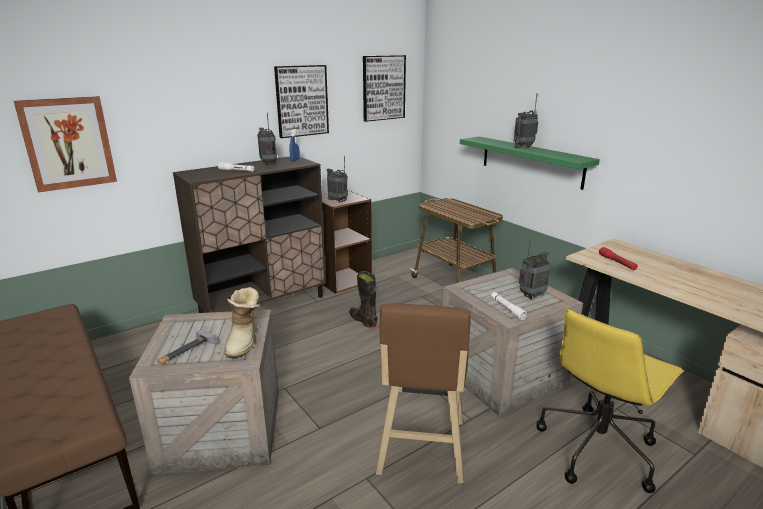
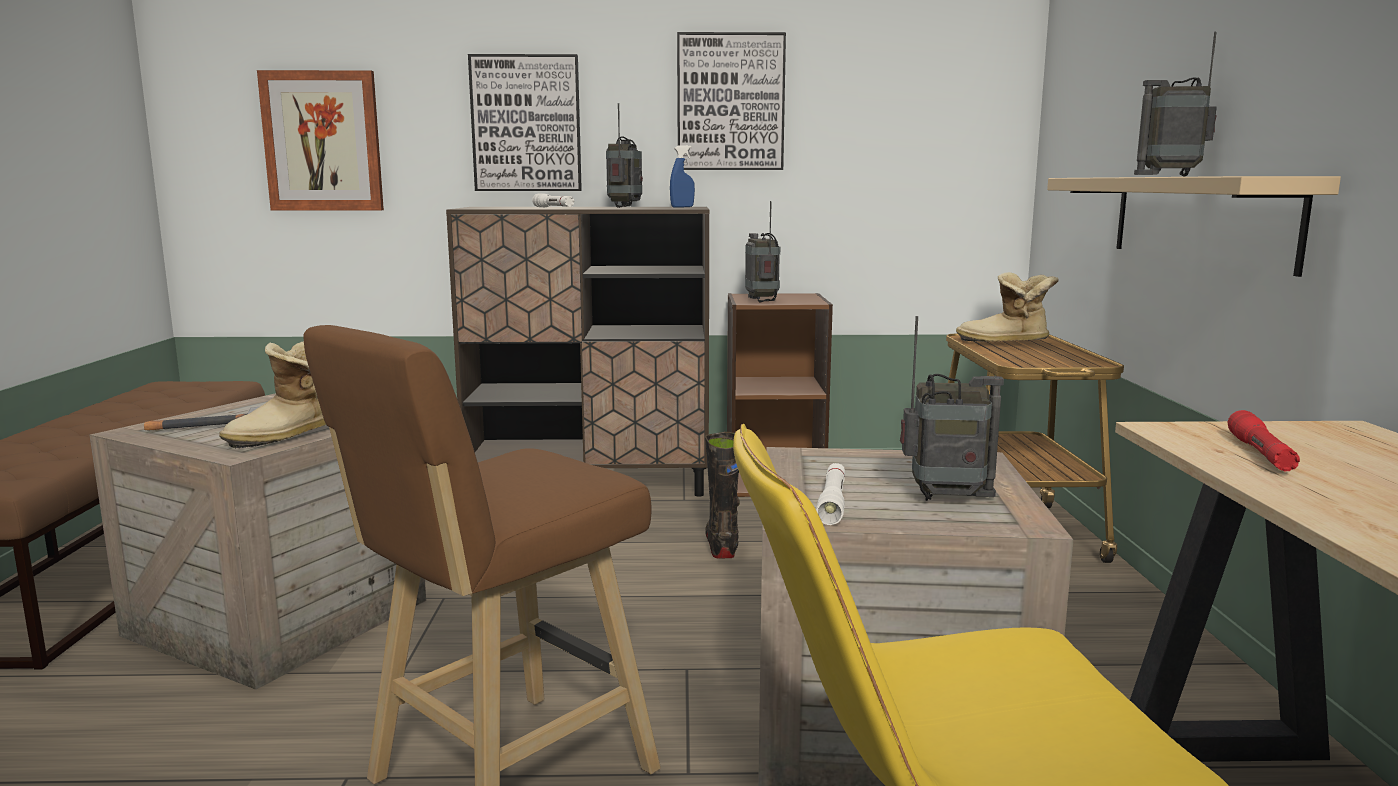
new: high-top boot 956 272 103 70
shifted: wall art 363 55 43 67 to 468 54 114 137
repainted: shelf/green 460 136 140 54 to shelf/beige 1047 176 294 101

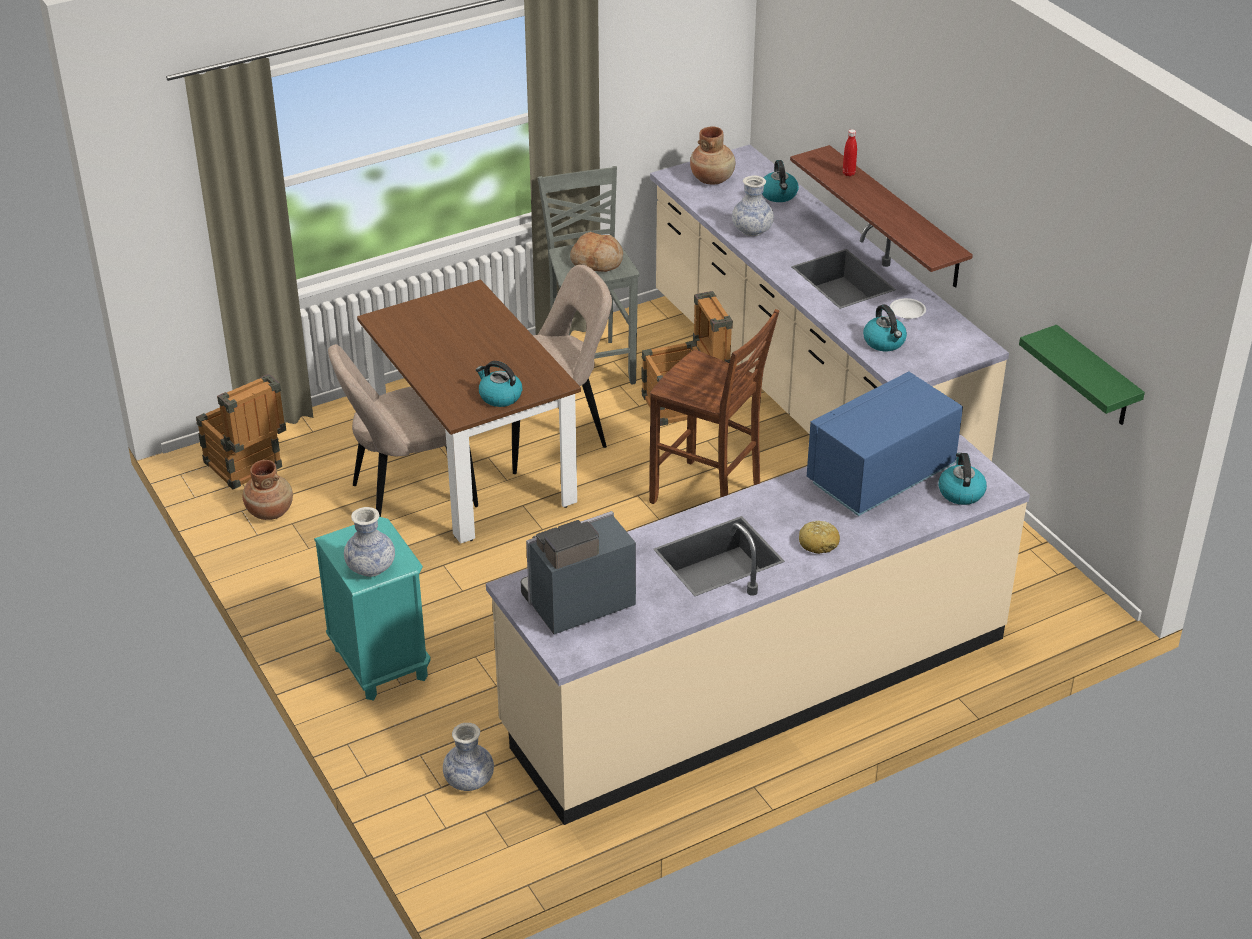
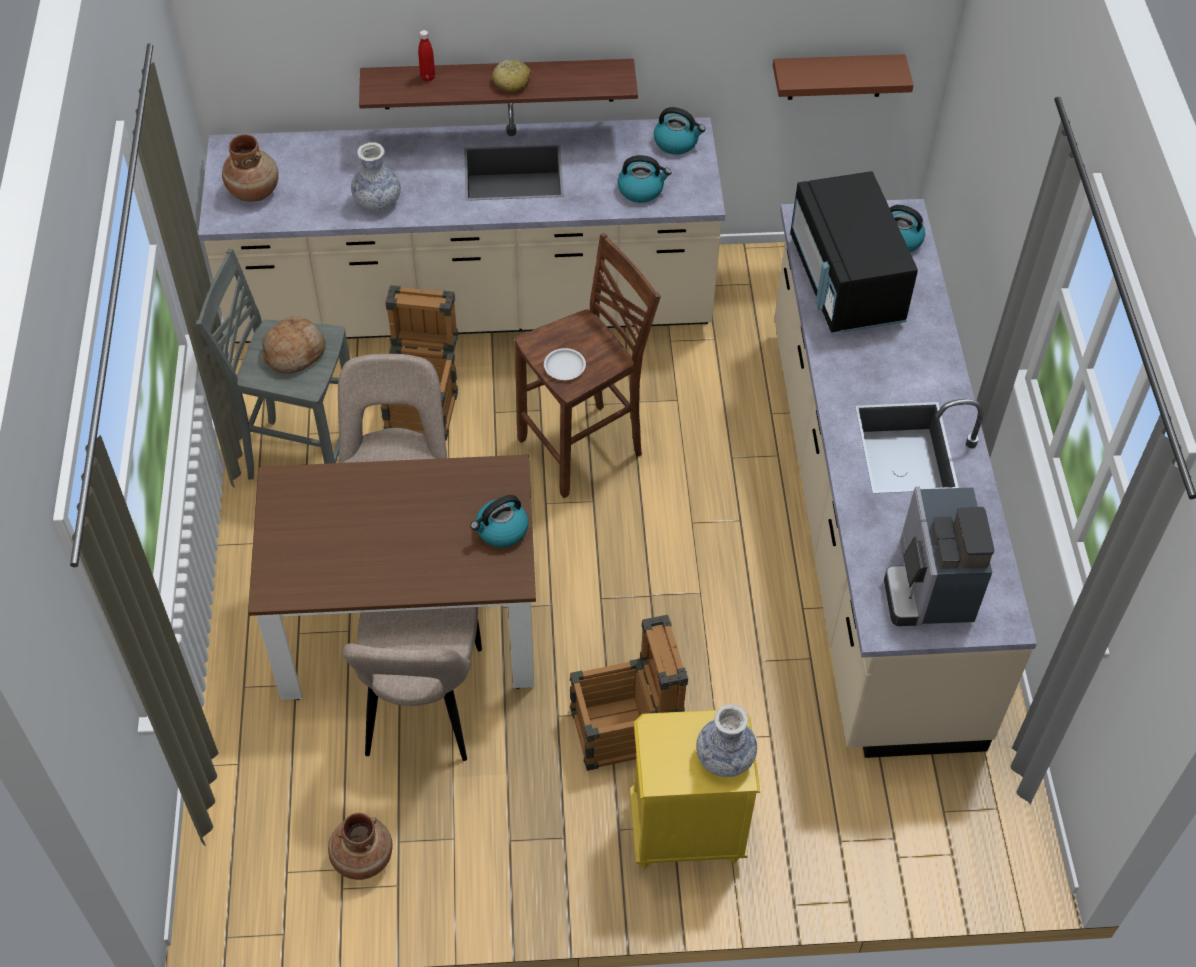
gone: decorative vase 443 723 51 68
shifted: tea kettle 762 160 37 42 to 653 107 53 48; flat dish/whitish 890 298 36 21 to 544 348 42 32; crate 196 374 90 116 to 570 615 118 156; baked bread 799 521 41 33 to 492 60 39 32
repainted: shelf/green 1019 325 126 100 to shelf/brown-coloured 773 54 141 46; microwave oven/blue-coloured 807 372 156 144 to microwave oven/black-coloured 790 171 128 162; nightstand/turquoise-coloured 314 517 117 184 to nightstand/yellow-coloured 630 710 130 158

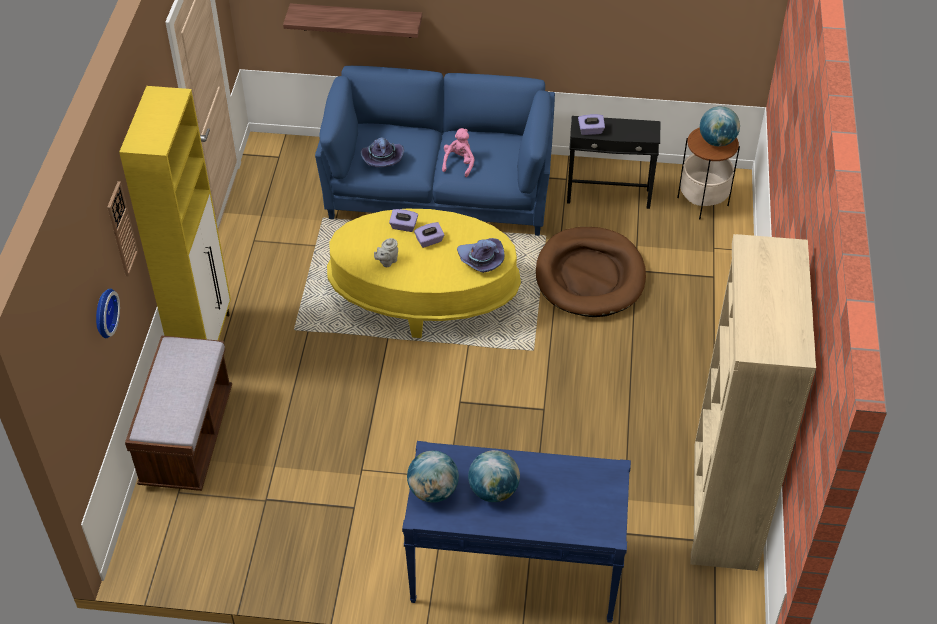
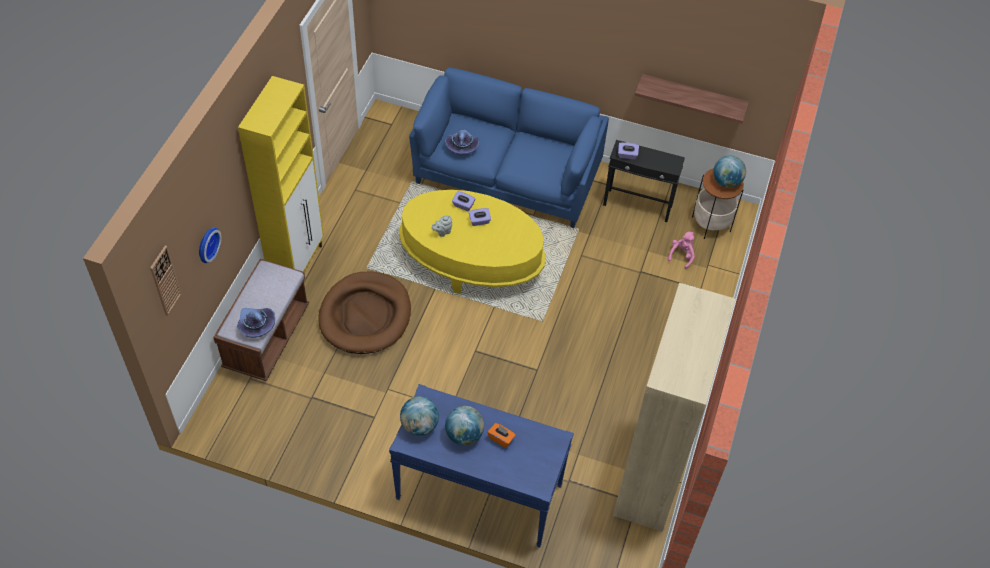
new: box of tissues/orangey 487 423 29 25
shifted: shelf 283 3 139 35 to 635 74 114 50; plush toy/pink 442 128 33 49 to 667 232 28 37; wall clock 107 181 31 96 to 150 245 32 71; pet bed/brown-coloured 536 227 110 90 to 318 272 93 82; hat/purple-coloured 457 238 47 35 to 237 308 38 30

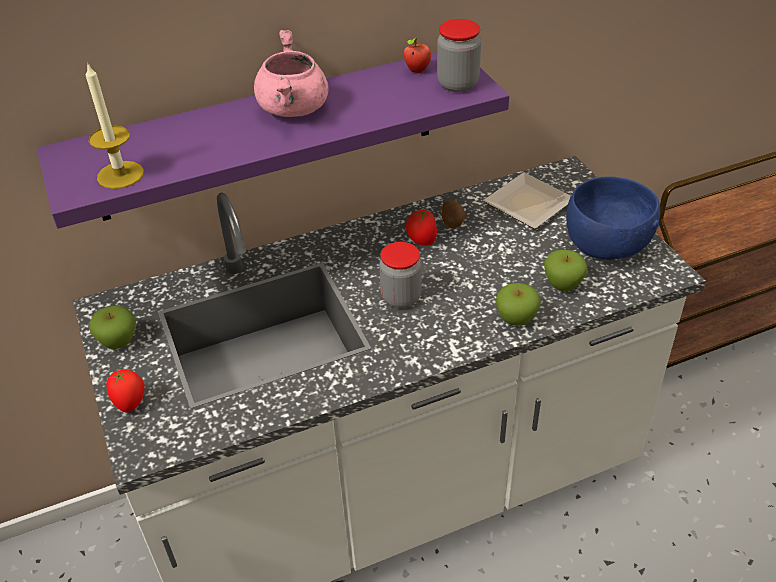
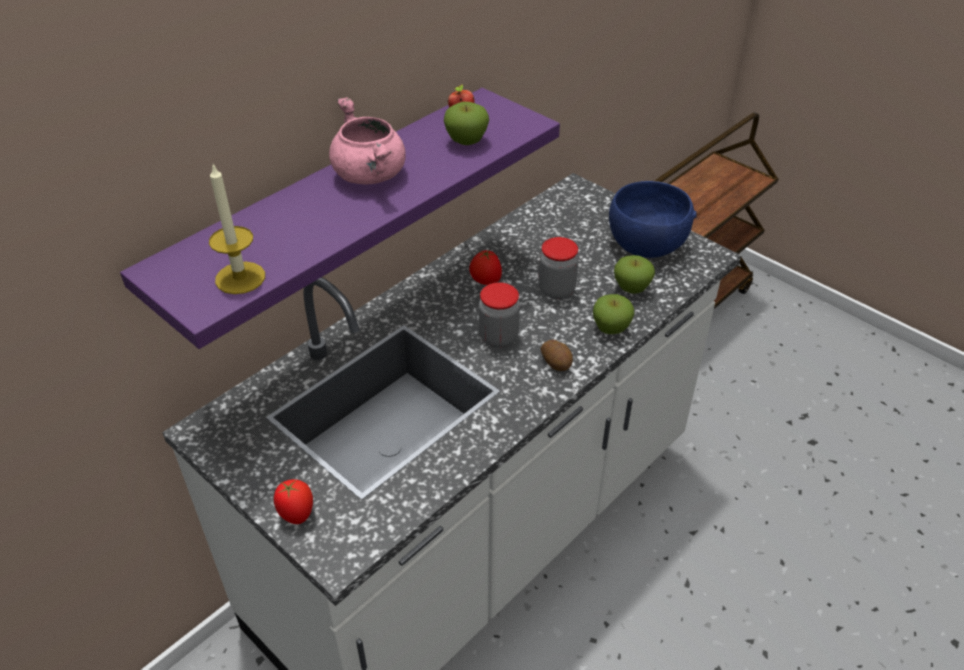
gone: flat dish 483 173 88 56
shifted: jar 437 19 44 73 to 538 237 41 62; potato 442 200 23 28 to 541 340 32 31; apple 89 305 47 44 to 444 102 45 43

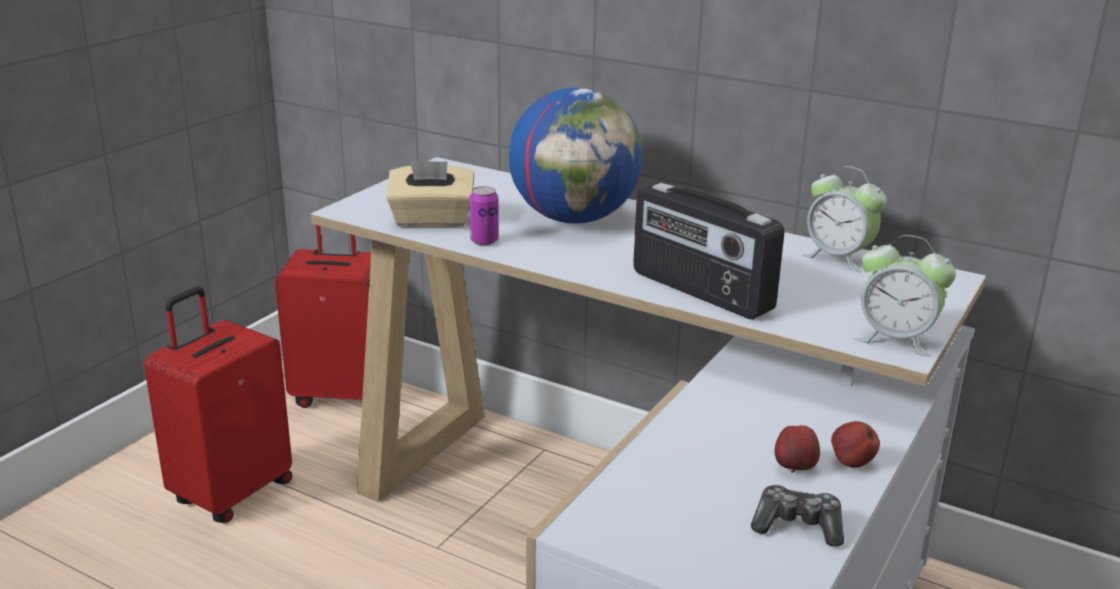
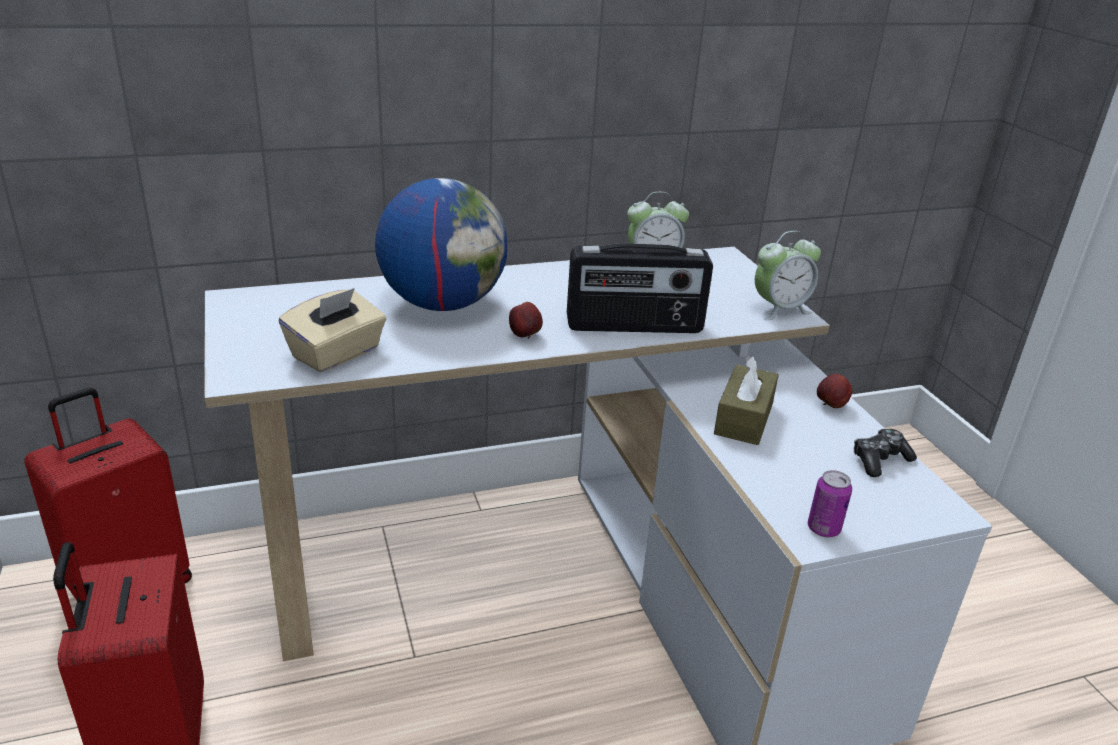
new: box of tissues/brown-coloured 714 355 65 90
shifted: metal can 469 186 30 59 to 808 470 44 67; apple 775 425 45 48 to 509 302 34 37

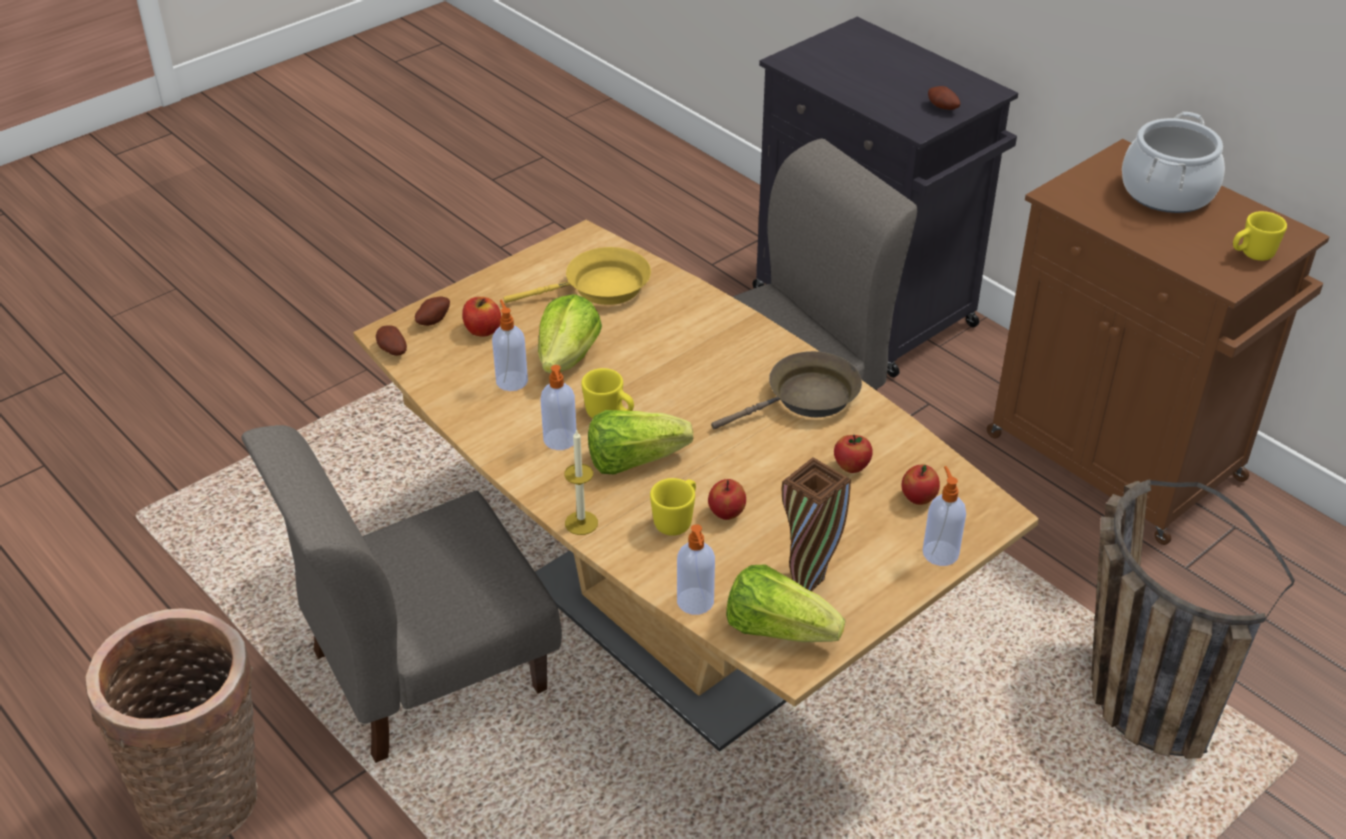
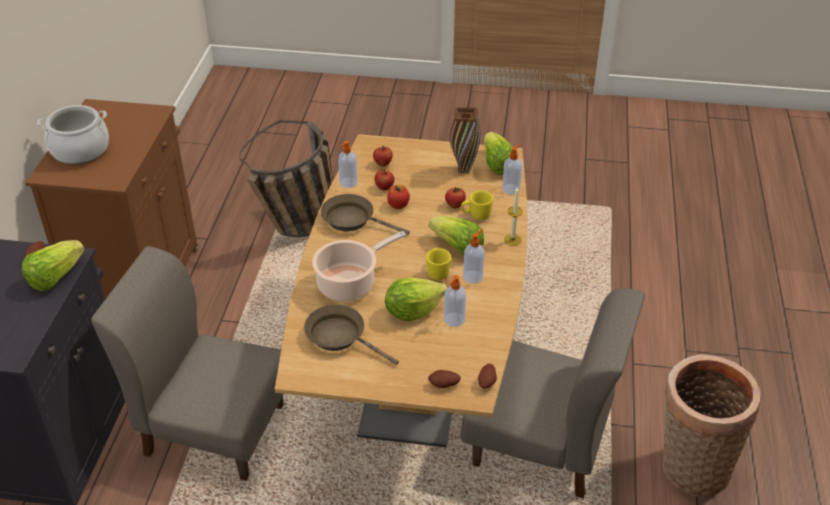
gone: tea mug/yellow-coloured 1233 211 54 50
new: cooking pot 312 231 94 71; lettuce head 22 240 63 51
shifted: apple 462 297 39 40 to 387 185 23 24; soap dispenser 923 466 43 100 to 338 141 20 47
repainted: frying pan/yellow-coloured 503 247 148 58 to frying pan/brown-coloured 304 305 95 60

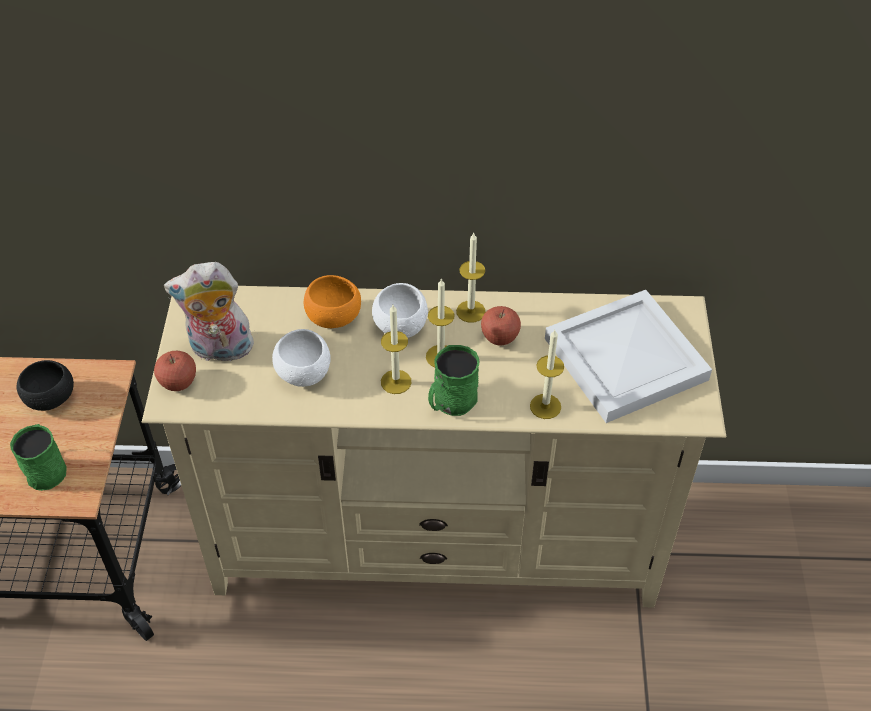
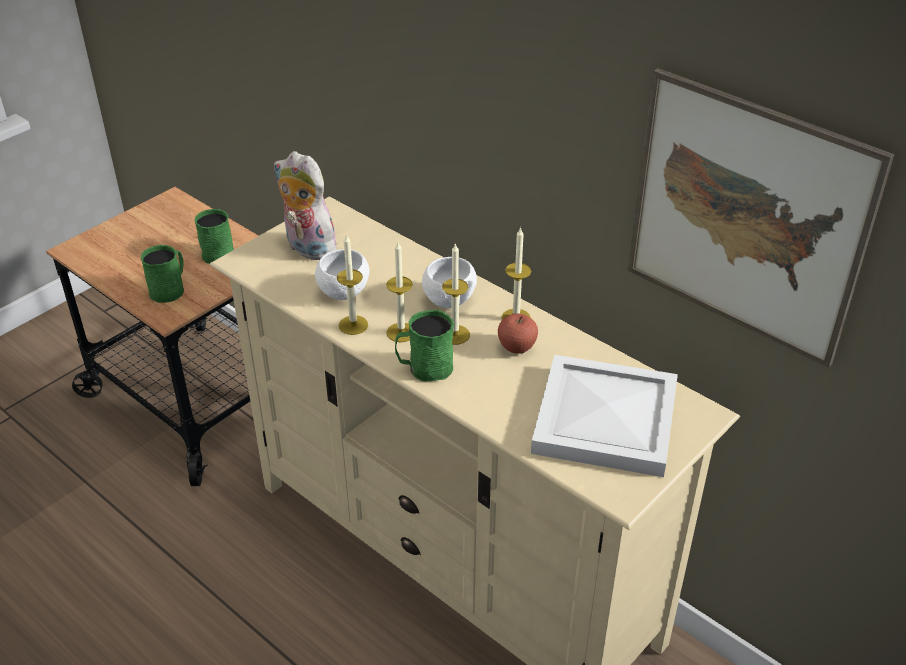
gone: serving bowl/orangey 304 275 57 53; apple 154 351 42 40
new: wall art 628 68 266 300
shifted: wax light 530 330 34 89 to 337 234 31 101
swapped: serving bowl/black-coloured 16 360 58 51 to tea mug/green 195 209 39 55

